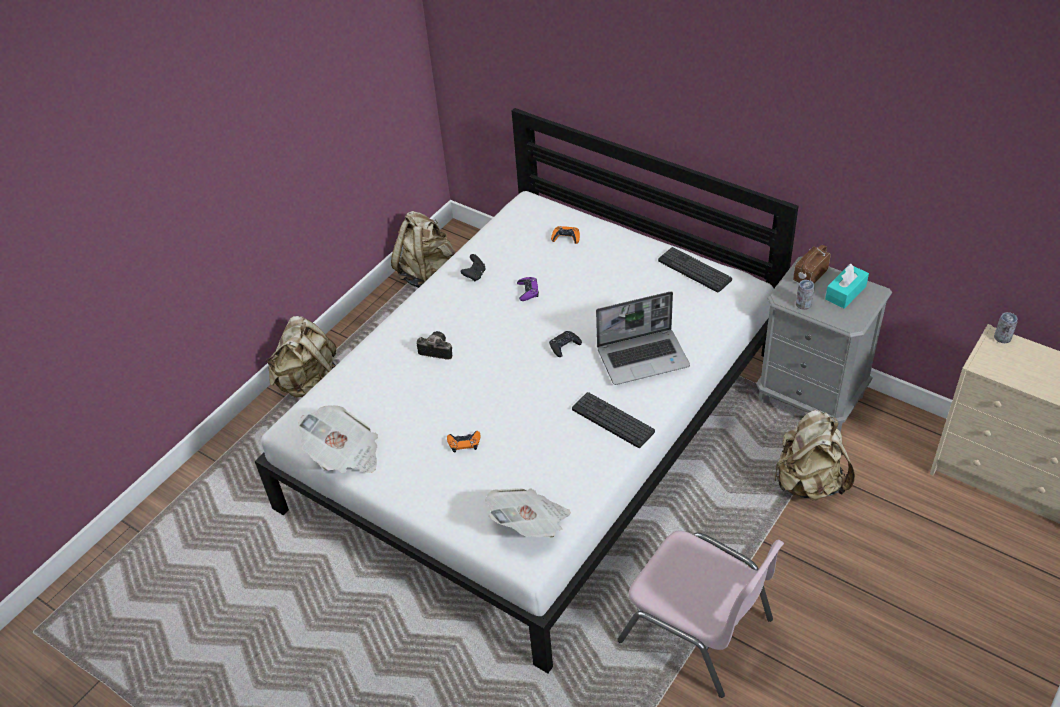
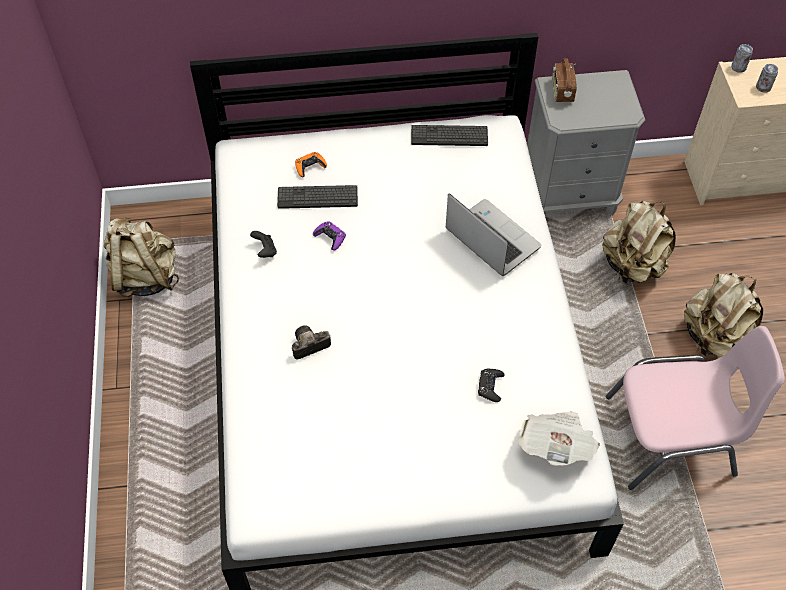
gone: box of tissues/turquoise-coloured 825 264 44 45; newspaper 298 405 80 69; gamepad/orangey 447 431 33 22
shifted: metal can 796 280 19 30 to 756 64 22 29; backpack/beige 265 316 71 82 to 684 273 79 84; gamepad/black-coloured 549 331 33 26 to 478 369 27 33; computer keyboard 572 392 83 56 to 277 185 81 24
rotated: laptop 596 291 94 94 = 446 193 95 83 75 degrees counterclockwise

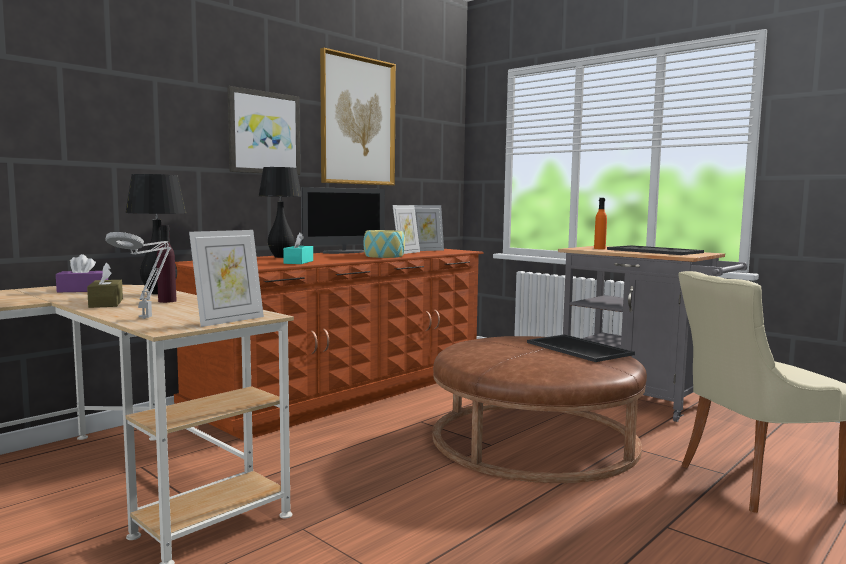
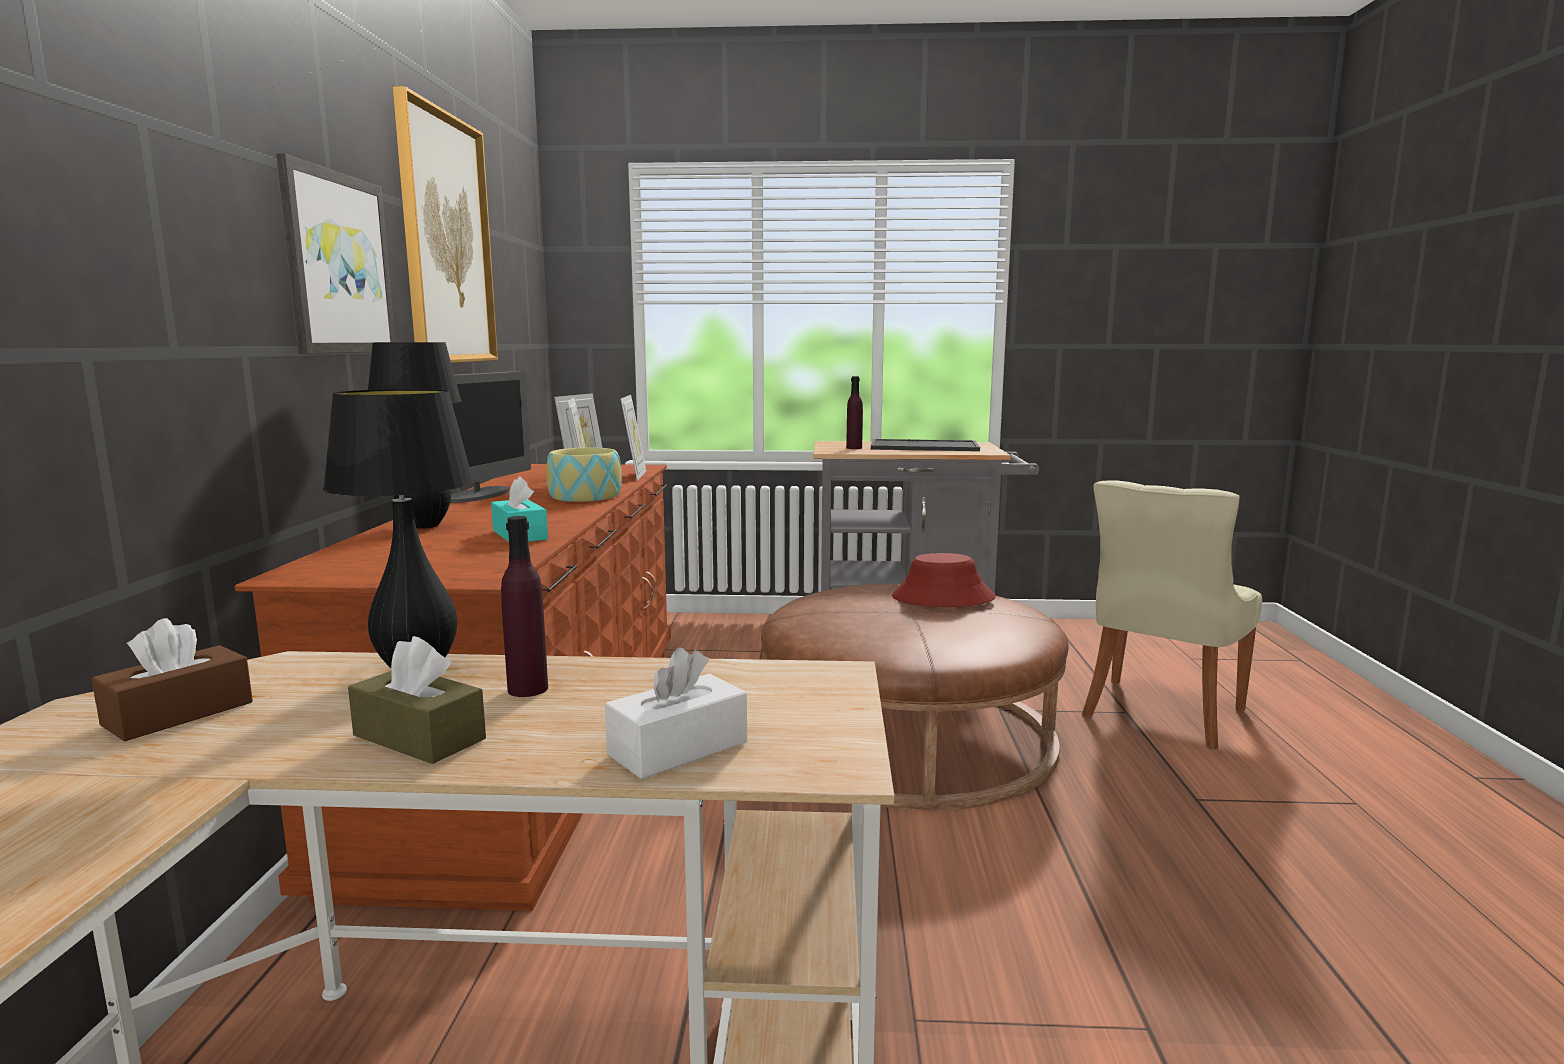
shifted: photo frame 189 230 75 97 to 621 395 25 86
swapped: lamp for a table/grey 106 232 65 87 to box of tissues/whitish 605 647 142 132; serving tray 527 334 108 28 to hat/red-coloured 892 553 104 54
repainted: bottle/orangey 594 198 13 51 to bottle/purple-coloured 846 376 17 73; box of tissues/purple-coloured 56 254 52 38 to box of tissues/brown-coloured 92 618 161 123

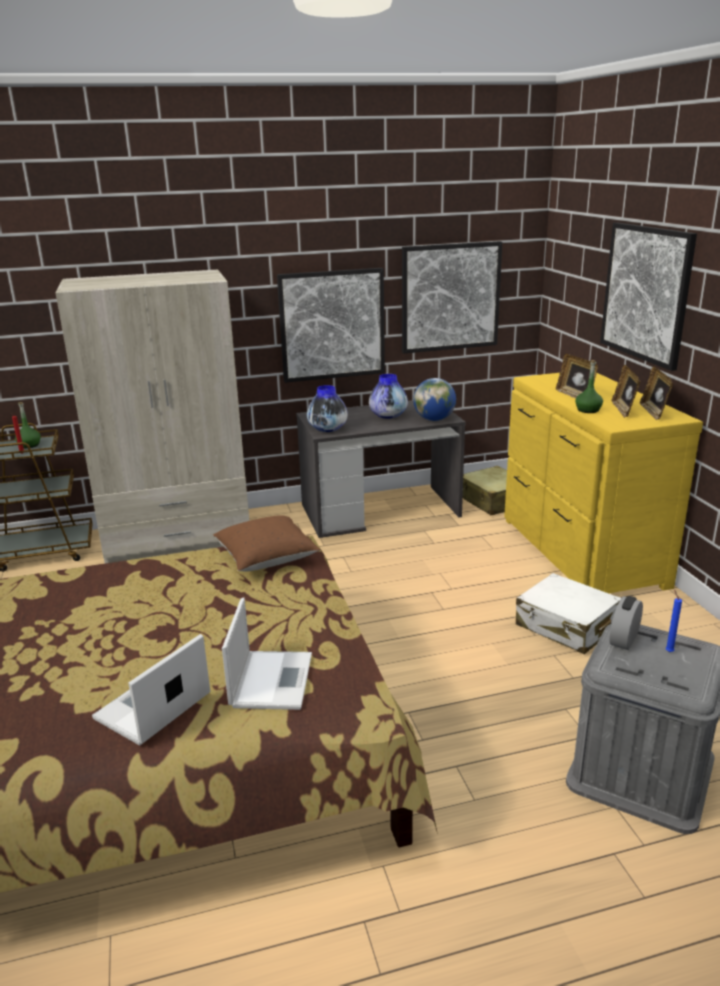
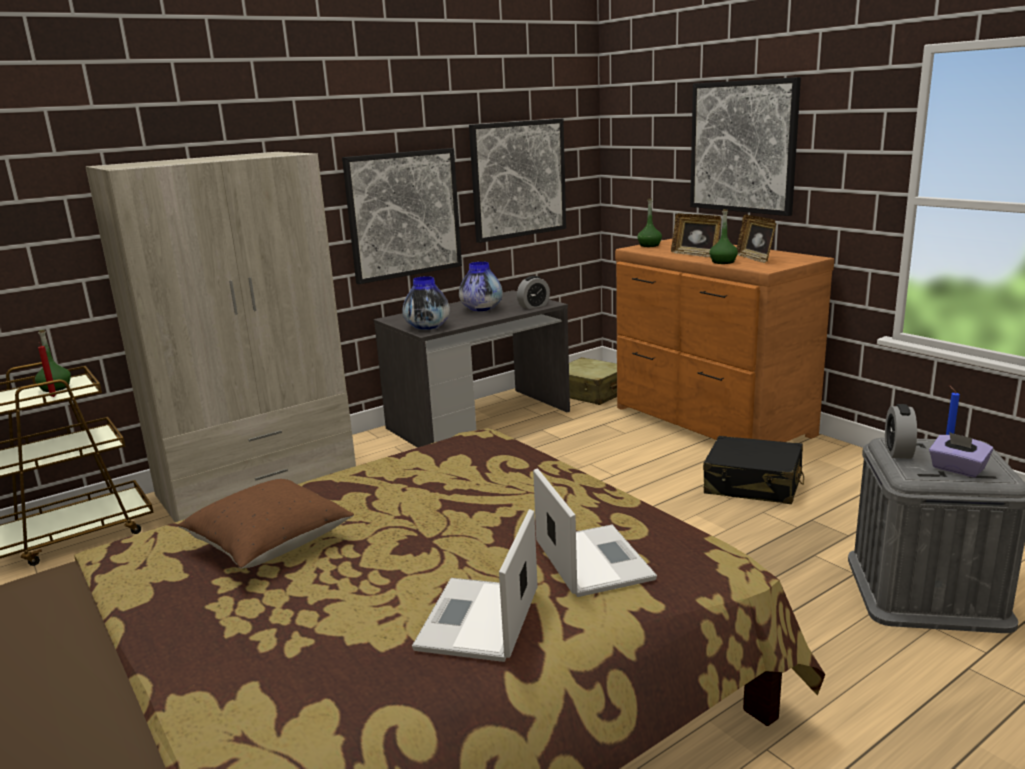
gone: photo frame 640 366 33 54
new: bottle/green 637 199 25 48; box of tissues/purple-coloured 929 432 64 46
shifted: pillow/brown-coloured 213 515 107 56 to 178 479 176 90
swapped: desk globe 413 378 43 43 to bedside clock 517 276 33 33
repainted: drawer chest/yellow-coloured 504 373 199 220 to drawer chest/brown-coloured 615 238 219 204; travel case/whitish 516 573 105 81 to travel case/black-coloured 703 436 101 68

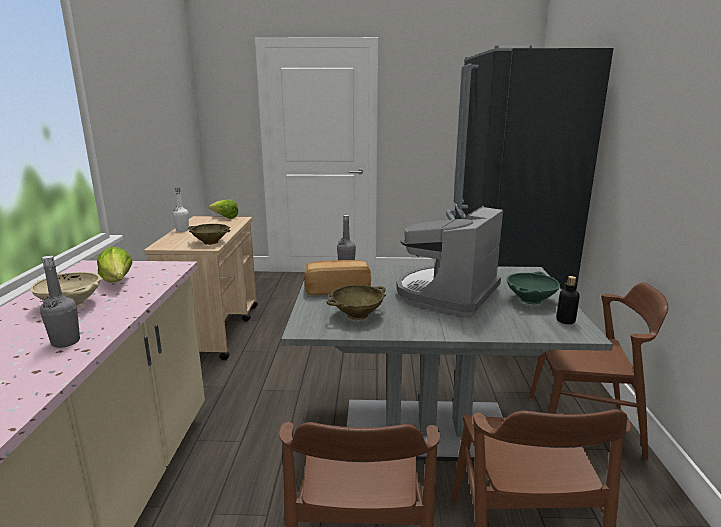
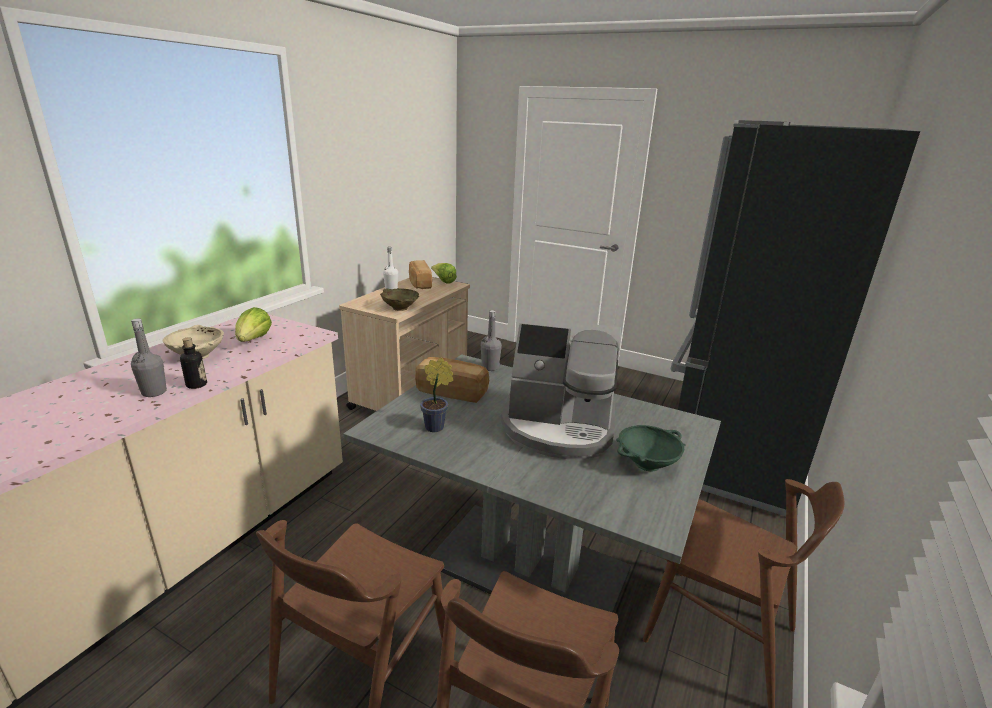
new: baked bread 409 260 23 29
shifted: bottle 556 276 24 48 to 180 337 27 52
swapped: serving bowl/beige 326 285 60 35 to houseplant 420 358 34 74
rotated: coffee maker 396 206 107 110 = 501 317 120 143 135 degrees counterclockwise

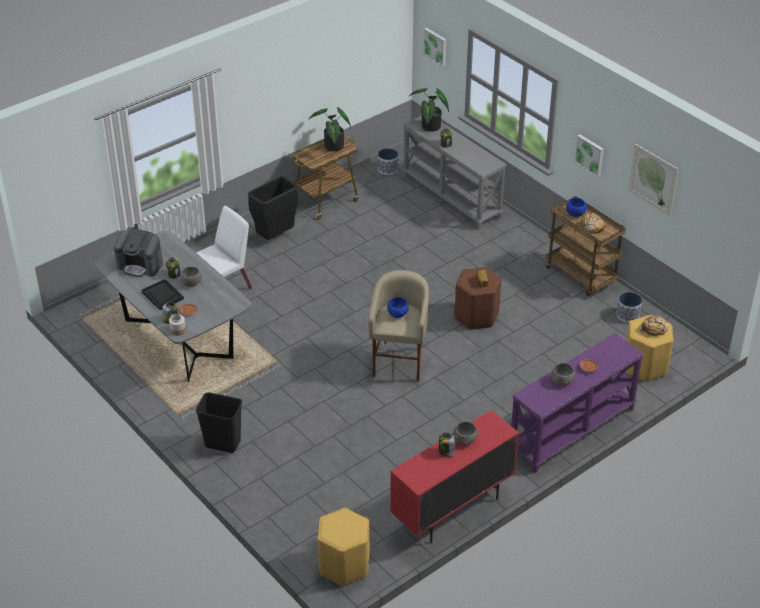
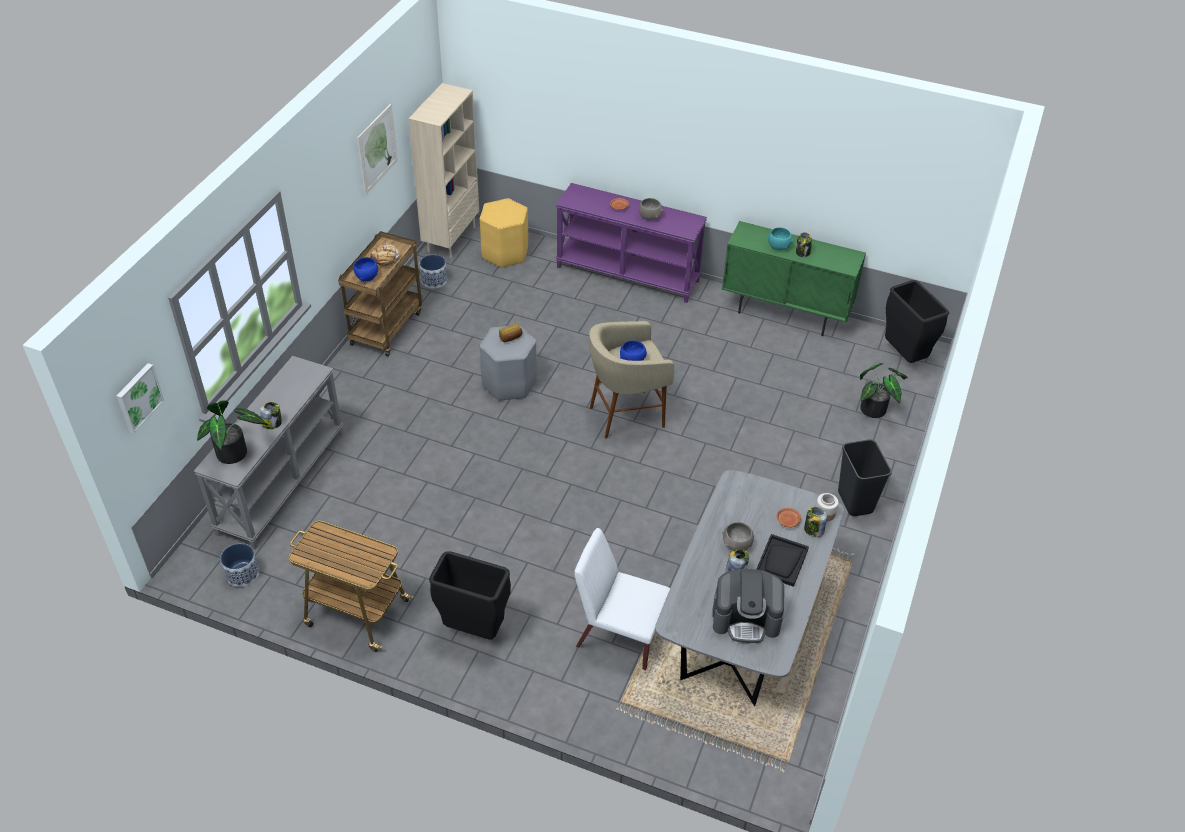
gone: wall art 574 135 30 42; baked bread 639 315 29 22
new: shelving unit/beige 409 83 70 175
shifted: houseplant 308 107 43 44 to 860 363 48 55
swapped: sitting stool/yellow-coloured 317 508 53 78 to trash can/black-coloured 885 280 64 83
repainted: sitting stool/brown-coloured 454 267 47 63 to sitting stool/grey 480 326 57 75; cupboard/red-coloured 390 410 129 133 to cupboard/green 722 221 144 115; serving bowl/grey 453 422 25 23 to serving bowl/turquoise-coloured 768 227 25 23
rotated: coffee maker 114 229 49 48 = 712 569 72 74 105 degrees clockwise

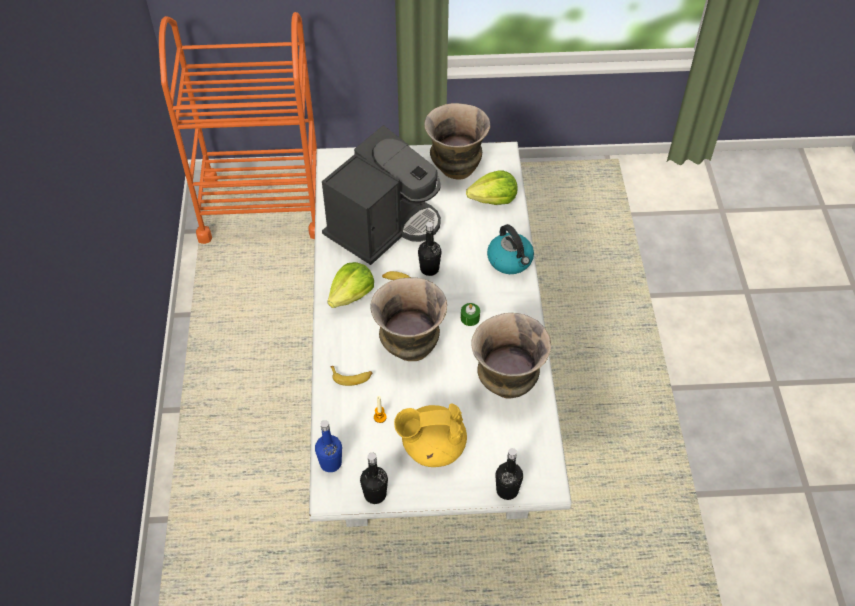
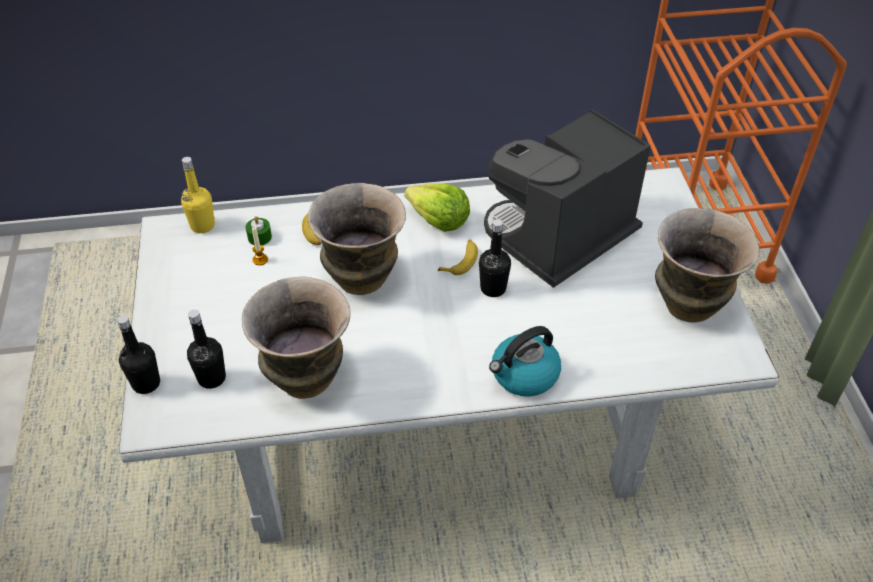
gone: lettuce head 466 170 52 35; pot for tea/yellow-coloured 394 404 73 63
shifted: wax light/green 461 303 19 23 to 246 216 26 29; bottle/black-coloured 360 453 28 51 to 187 310 39 79
repainted: bottle/blue-coloured 315 420 27 52 to bottle/yellow-coloured 181 157 34 76
rotated: coffee maker 322 125 119 140 = 484 109 167 179 105 degrees clockwise

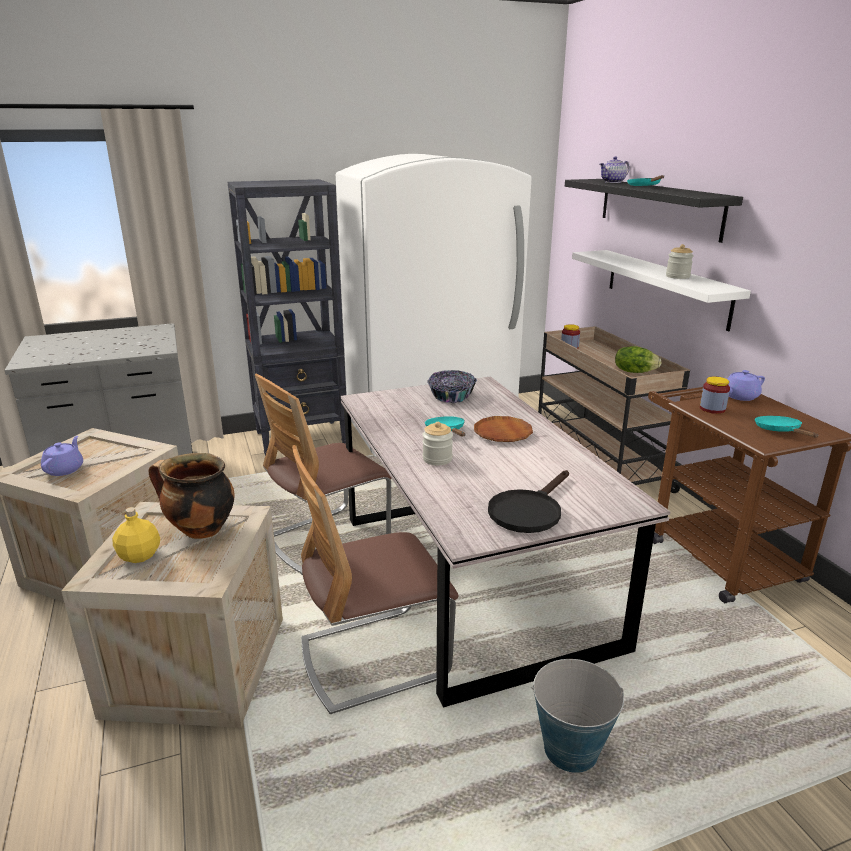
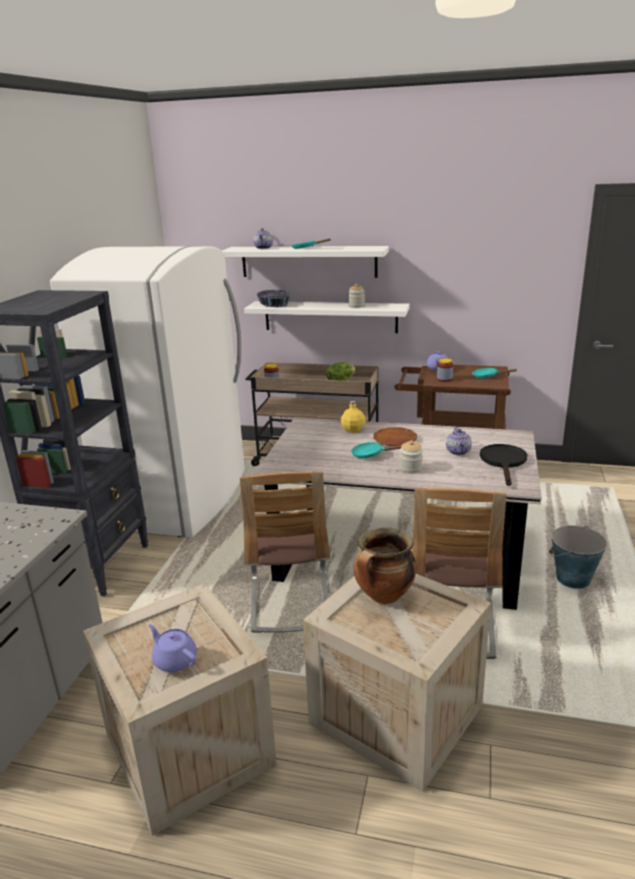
new: pot for tea 446 427 26 28
shifted: serving bowl 427 370 50 33 to 257 290 34 17; bottle/yellow-coloured 112 507 48 56 to 341 401 25 32
repainted: shelf/black-coloured 565 179 178 64 to shelf/whitish 222 246 167 32
rotated: frying pan/black-coloured 488 470 81 63 = 480 444 47 42 150 degrees counterclockwise

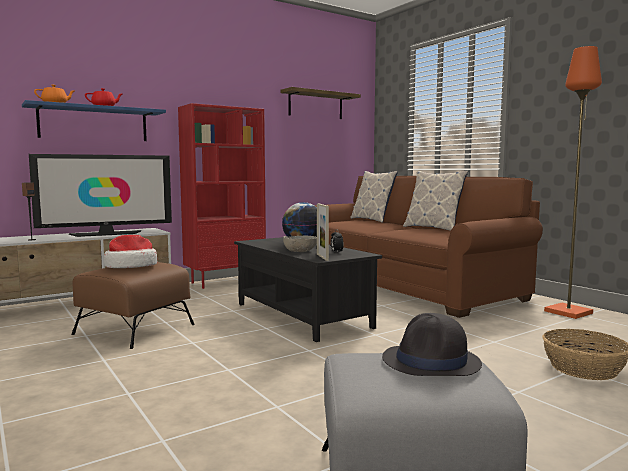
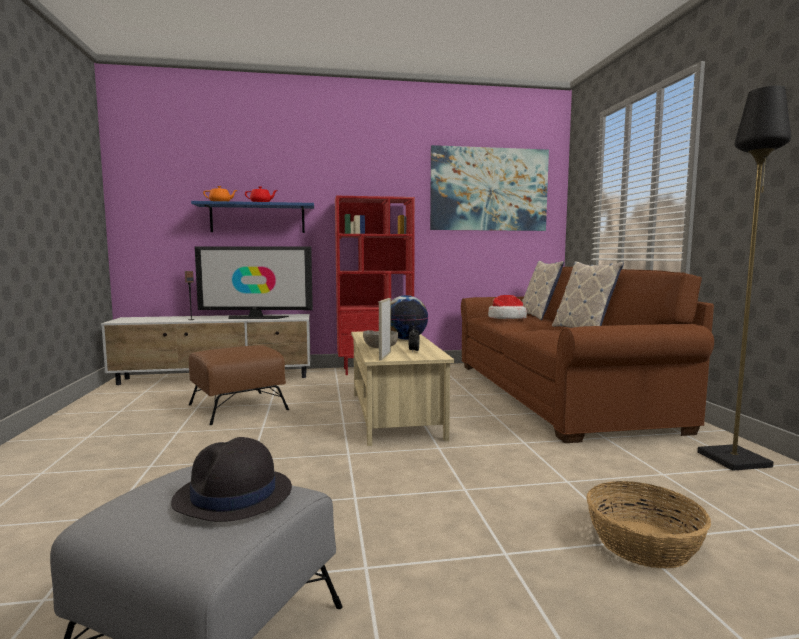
shifted: hat 104 235 53 33 to 488 295 39 24
swapped: shelf 281 87 80 32 to wall art 430 145 119 86
repainted: standard lamp/orangey 544 46 58 273 to standard lamp/black-coloured 698 85 93 386; low table/black-coloured 234 237 148 105 to low table/beige 351 331 103 115

